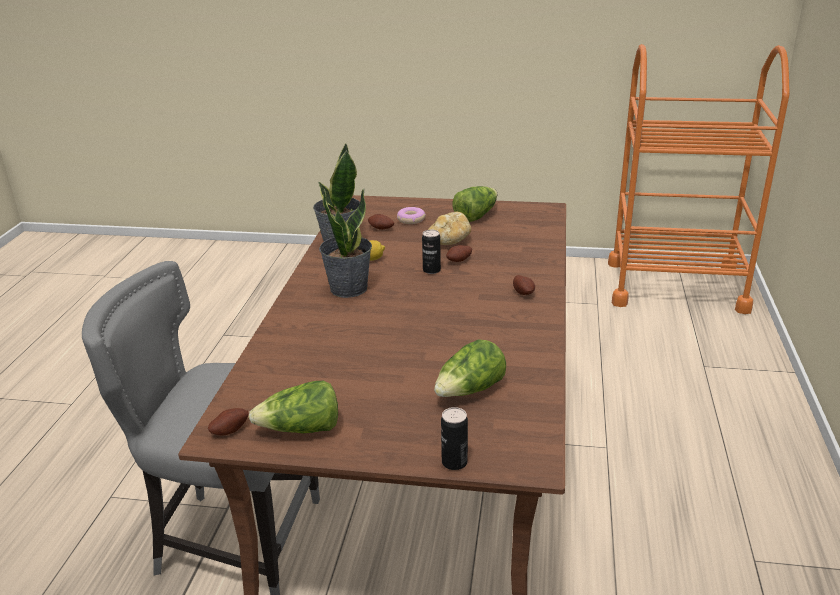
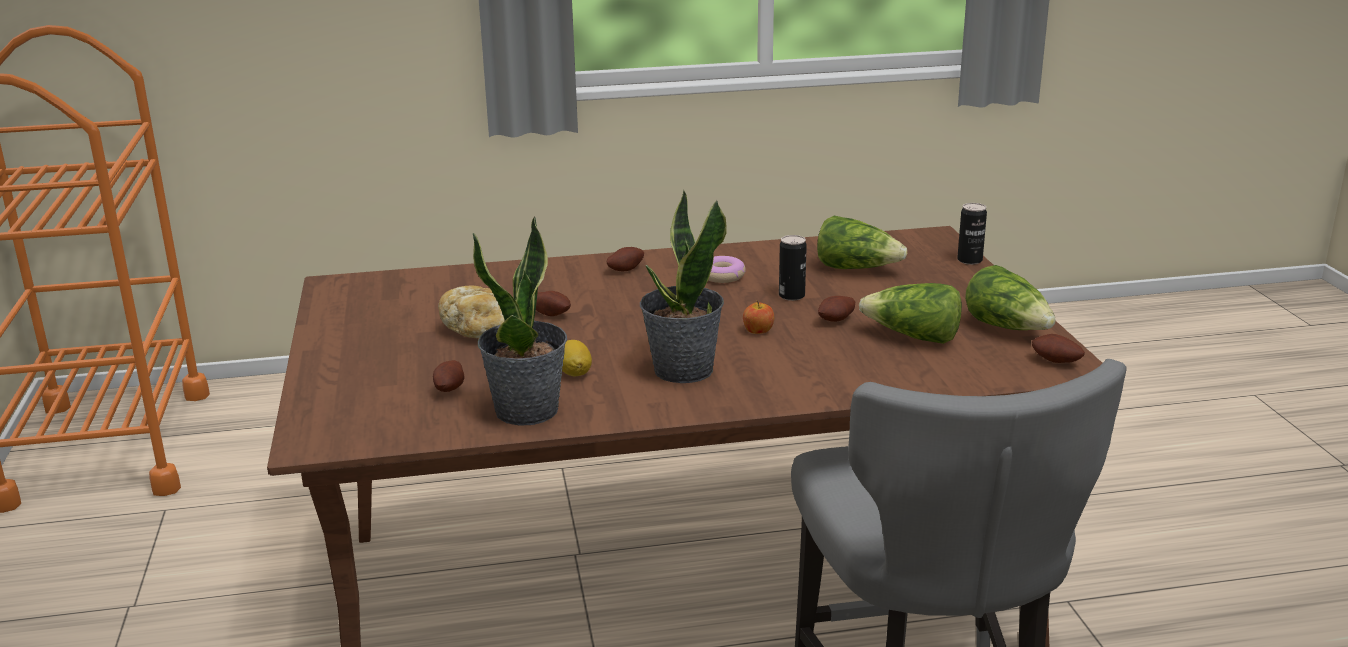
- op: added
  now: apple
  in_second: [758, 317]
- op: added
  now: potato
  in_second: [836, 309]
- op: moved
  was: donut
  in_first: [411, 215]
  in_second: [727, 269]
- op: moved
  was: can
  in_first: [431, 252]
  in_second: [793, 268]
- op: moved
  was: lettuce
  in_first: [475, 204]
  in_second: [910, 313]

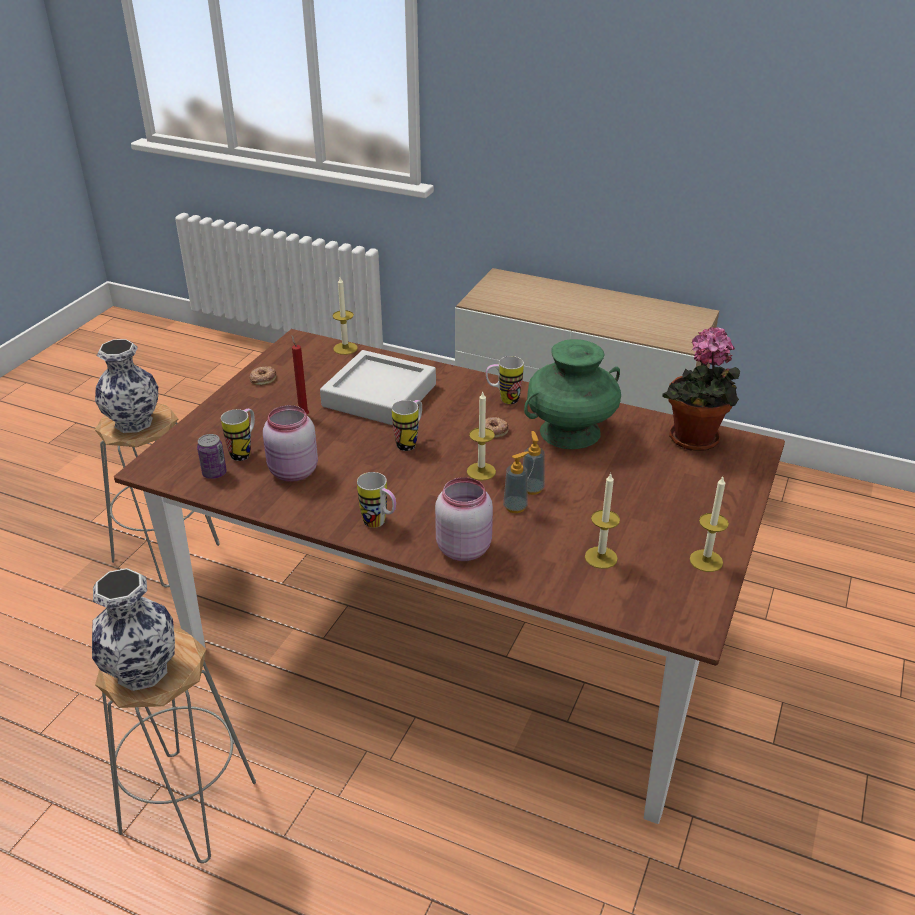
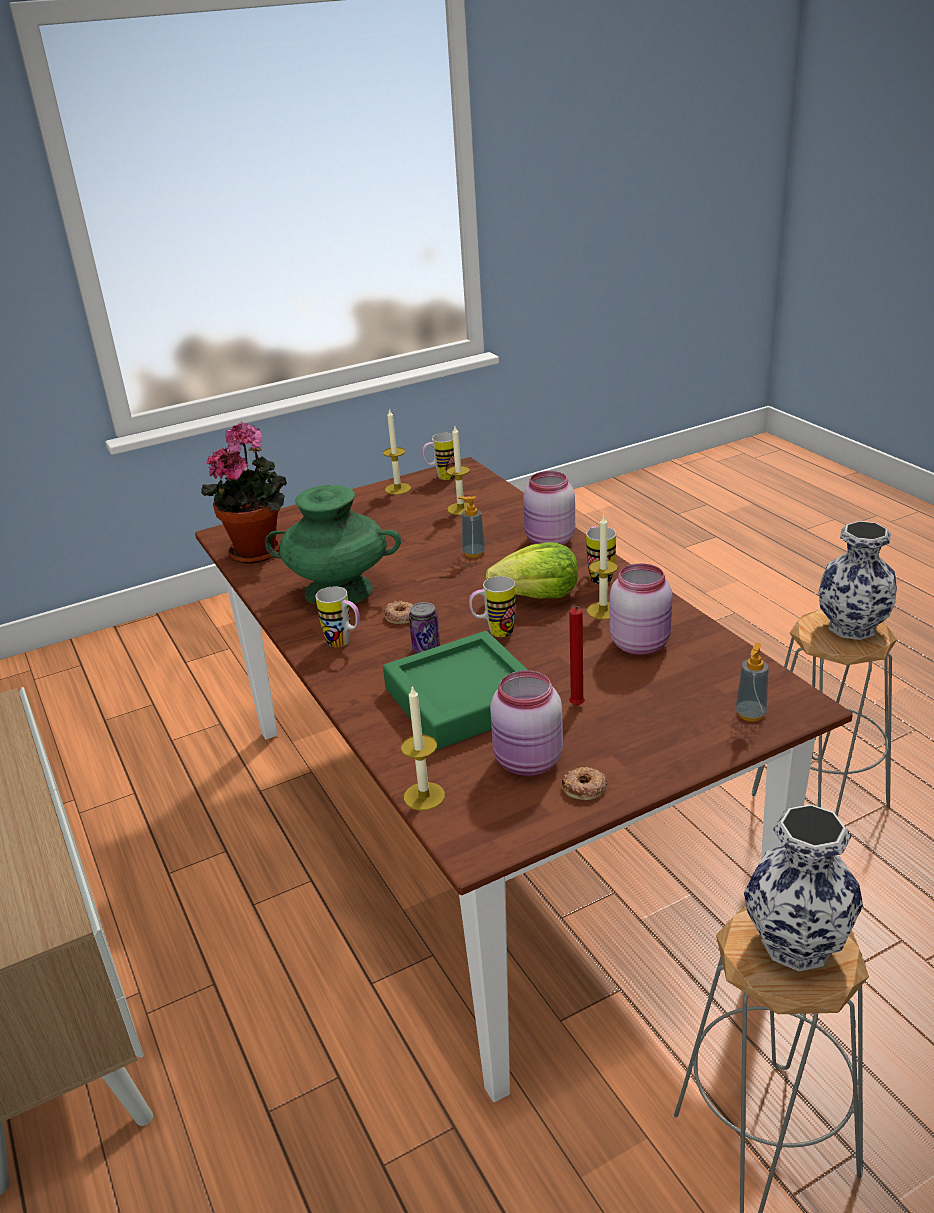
- op: added
  now: lettuce
  in_second: [532, 570]
- op: added
  now: pink jar
  in_second: [526, 723]
- op: moved
  was: can
  in_first: [212, 456]
  in_second: [424, 627]
- op: moved
  was: mug
  in_first: [238, 435]
  in_second: [438, 456]
- op: moved
  was: candle
  in_first: [481, 436]
  in_second: [602, 567]
- op: moved
  was: soap dispenser
  in_first: [534, 463]
  in_second: [752, 682]
- op: recoloured
  was: grey tray
  now: green tray
  in_first: [378, 387]
  in_second: [455, 690]

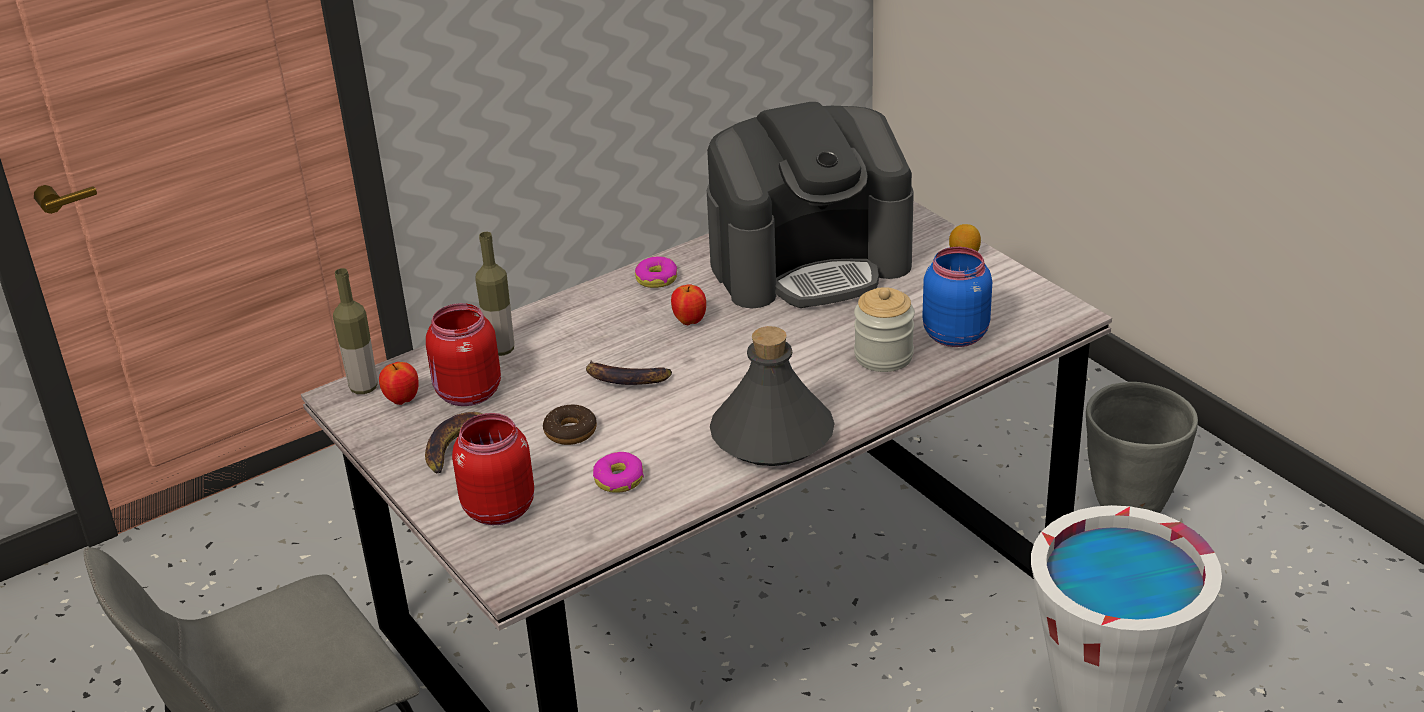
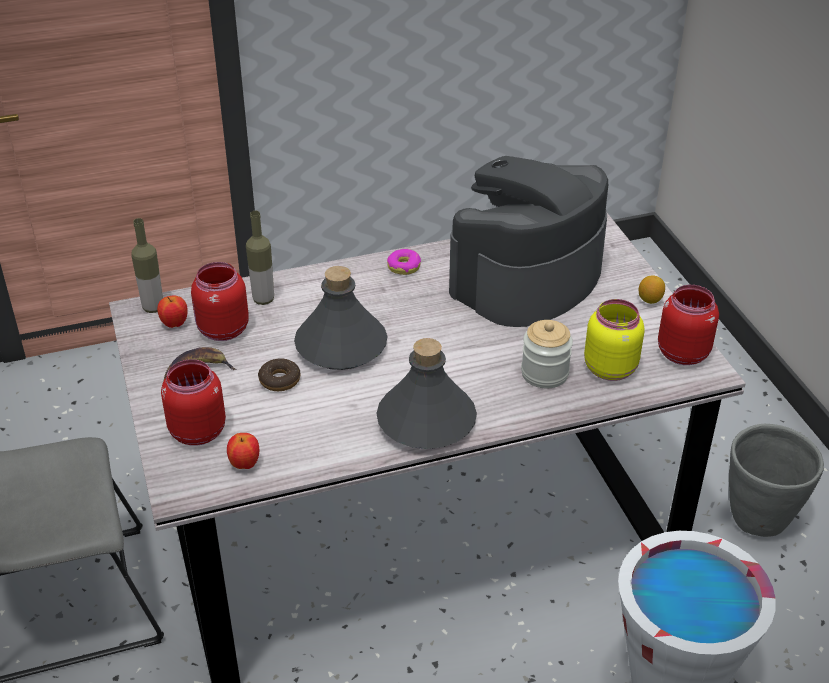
- op: removed
  was: donut
  in_first: [618, 472]
- op: added
  now: red jar
  in_second: [688, 325]
- op: moved
  was: apple
  in_first: [688, 304]
  in_second: [243, 451]
- op: replaced
  was: banana
  now: grey bottle
  in_first: [629, 372]
  in_second: [340, 318]
- op: recoloured
  was: blue jar
  now: yellow jar
  in_first: [957, 297]
  in_second: [614, 340]
- op: turned
  was: coffee machine
  in_first: [810, 205]
  in_second: [528, 241]
  clockwise: 135

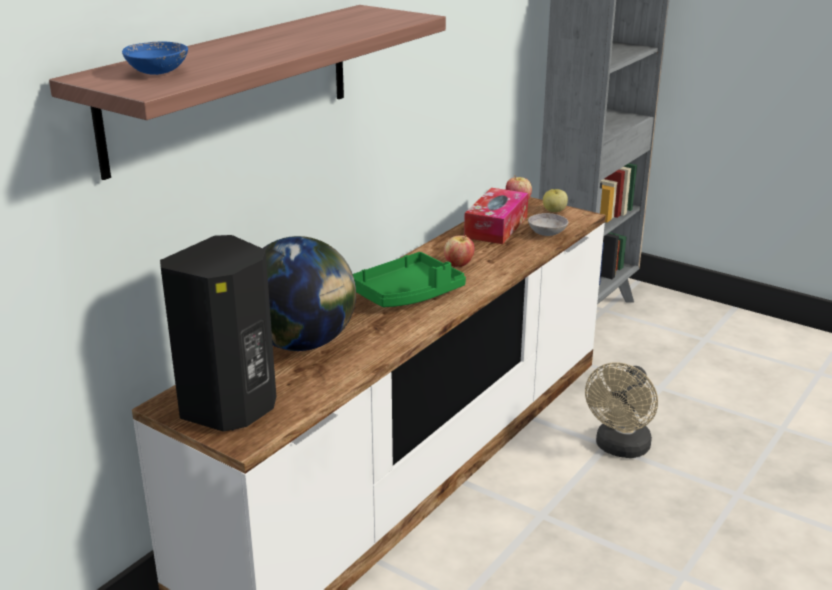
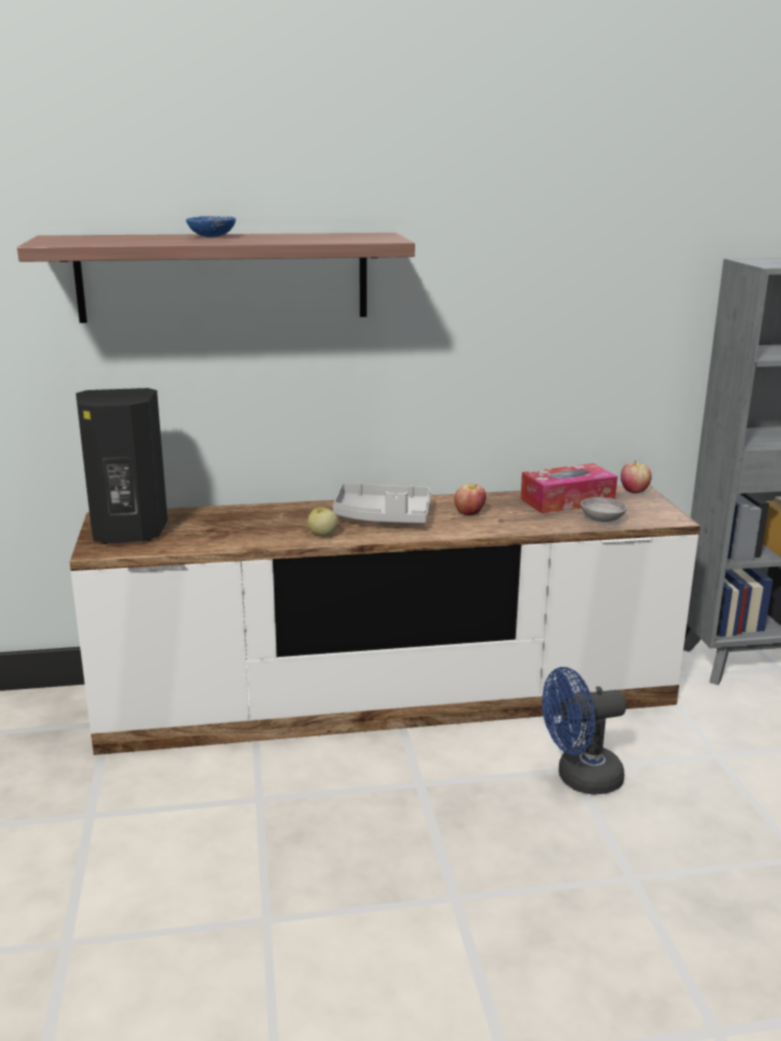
- op: removed
  was: globe
  in_first: [309, 293]
- op: moved
  was: blue bowl
  in_first: [155, 58]
  in_second: [211, 226]
- op: moved
  was: apple
  in_first: [555, 200]
  in_second: [322, 522]
- op: recoloured
  was: green tray
  now: grey tray
  in_first: [409, 279]
  in_second: [382, 503]
- op: recoloured
  was: beige fan
  now: blue fan
  in_first: [621, 410]
  in_second: [584, 731]

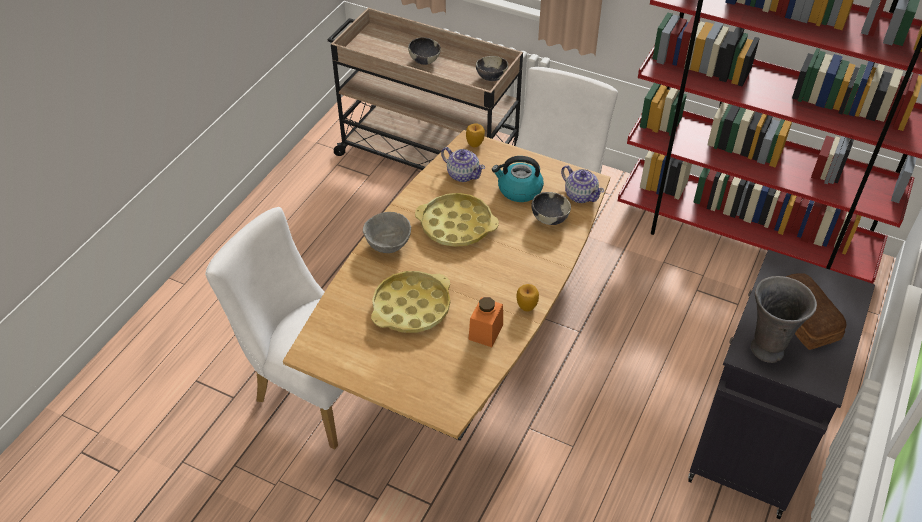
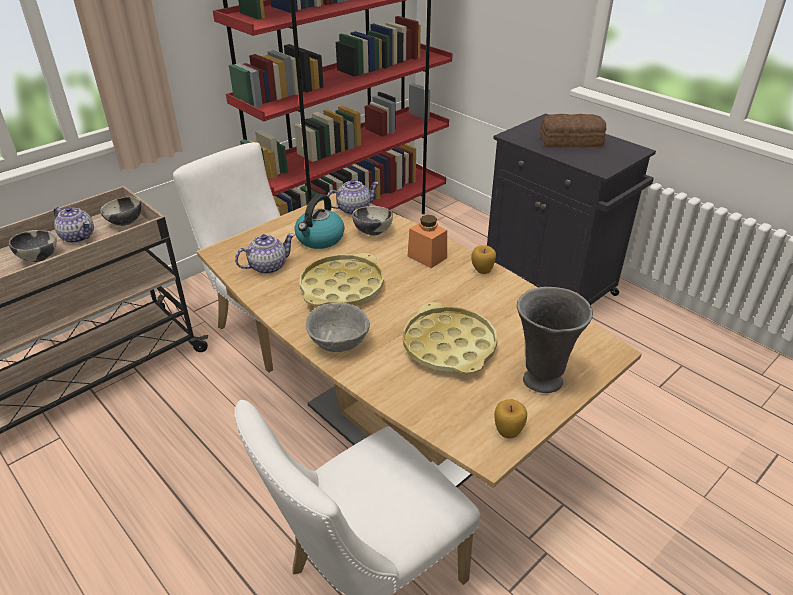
- op: added
  now: teapot
  in_second: [73, 225]
- op: moved
  was: apple
  in_first: [475, 135]
  in_second: [510, 418]
- op: moved
  was: orange jar
  in_first: [485, 322]
  in_second: [427, 241]
- op: moved
  was: grey vase
  in_first: [784, 319]
  in_second: [555, 340]

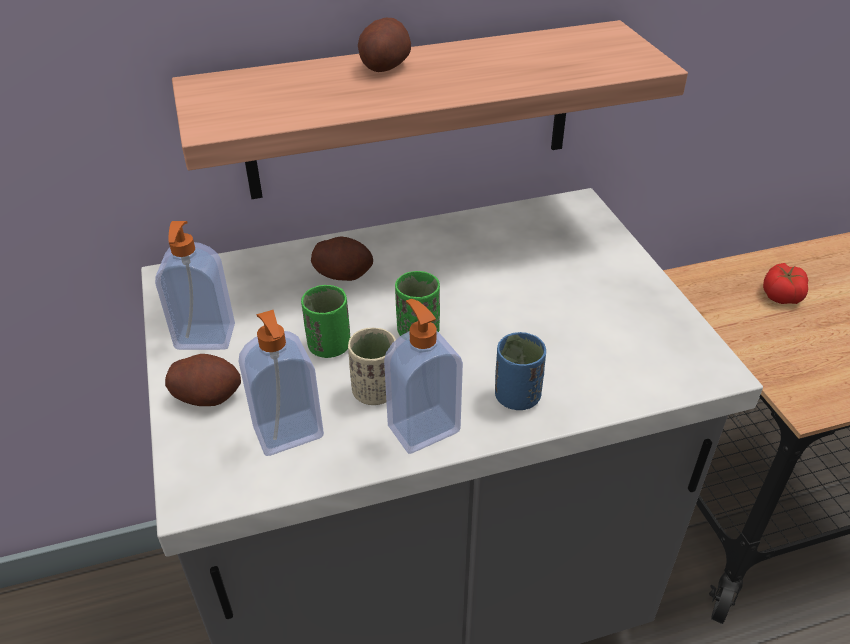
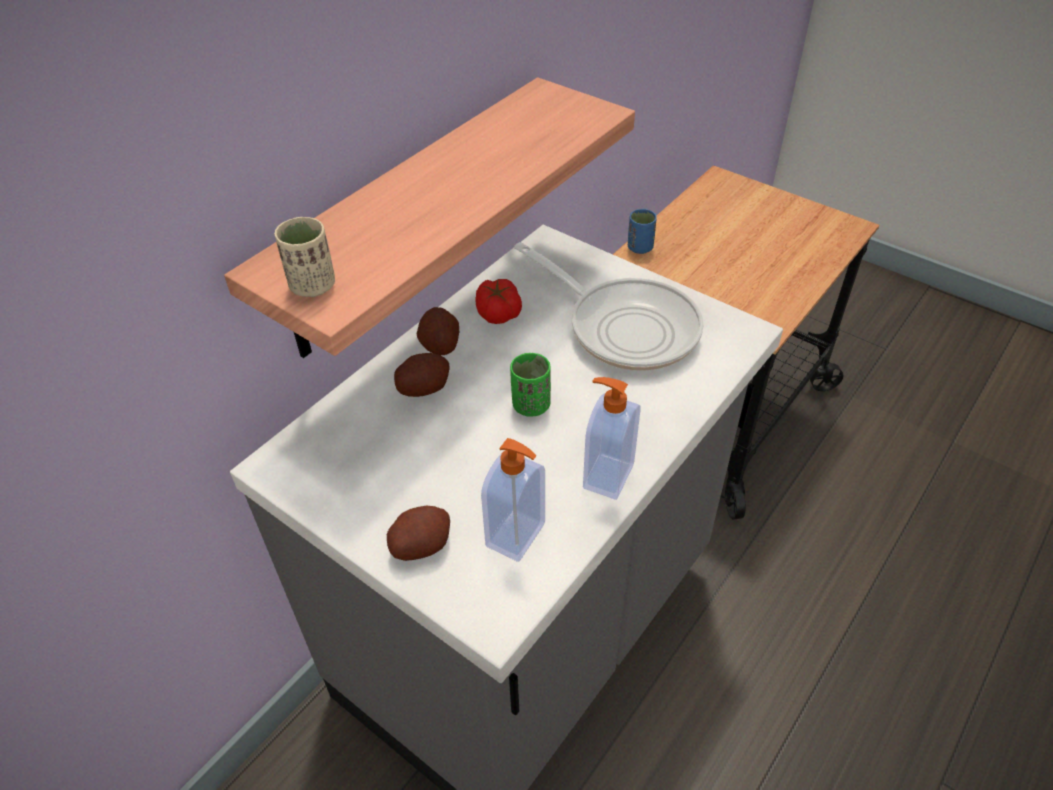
- op: removed
  was: soap dispenser
  in_first: [195, 285]
- op: removed
  was: green cup
  in_first: [325, 321]
- op: added
  now: frying pan
  in_second: [608, 306]
- op: moved
  was: beige cup
  in_first: [372, 366]
  in_second: [305, 257]
- op: moved
  was: potato
  in_first: [384, 45]
  in_second: [438, 331]
- op: moved
  was: blue cup
  in_first: [520, 371]
  in_second: [642, 231]
- op: moved
  was: tomato
  in_first: [785, 283]
  in_second: [498, 301]

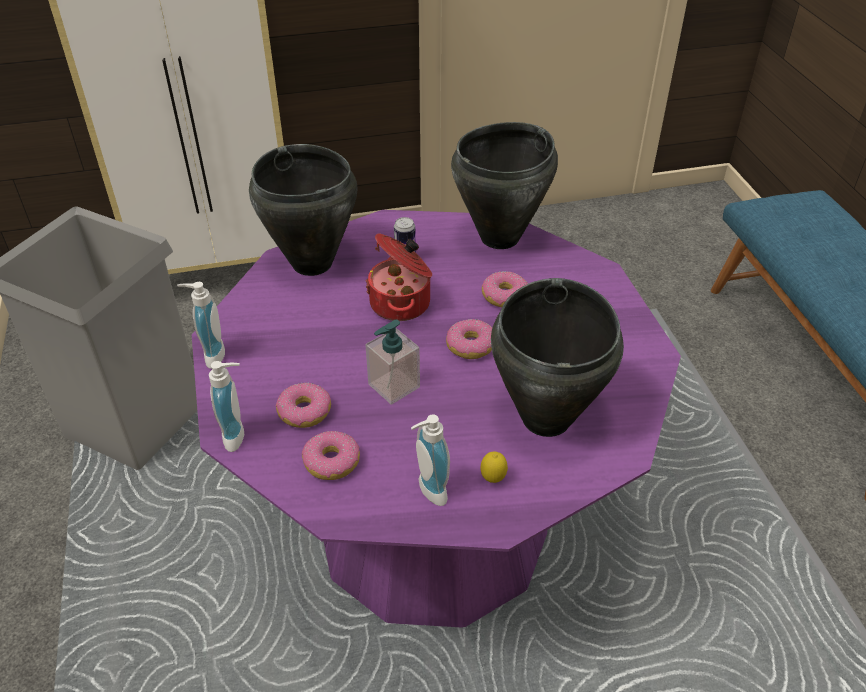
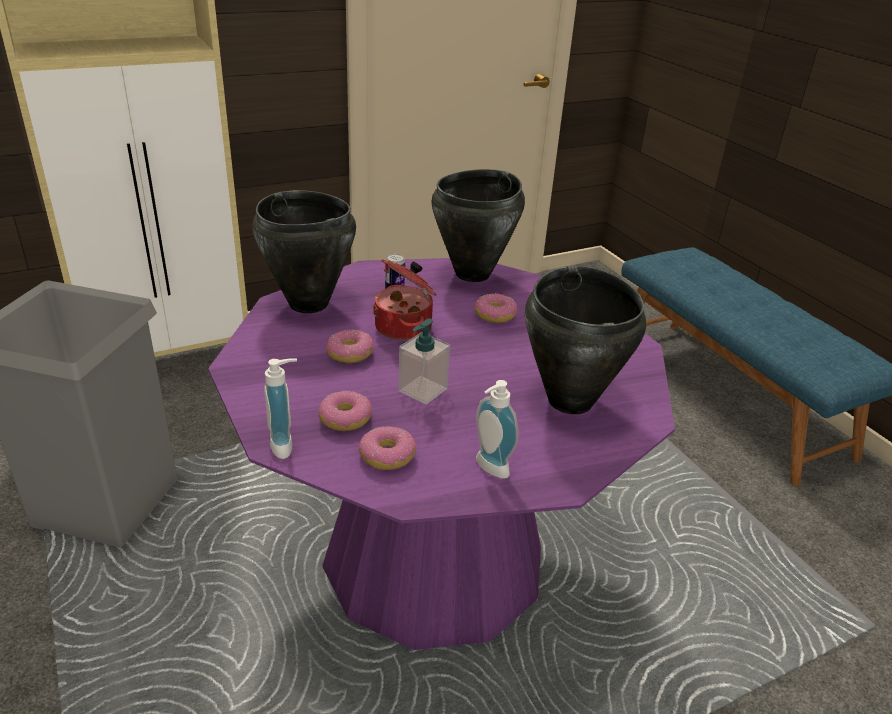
- op: removed
  was: soap dispenser
  in_first: [201, 325]
- op: removed
  was: lemon
  in_first: [494, 467]
- op: moved
  was: donut
  in_first: [469, 339]
  in_second: [349, 346]

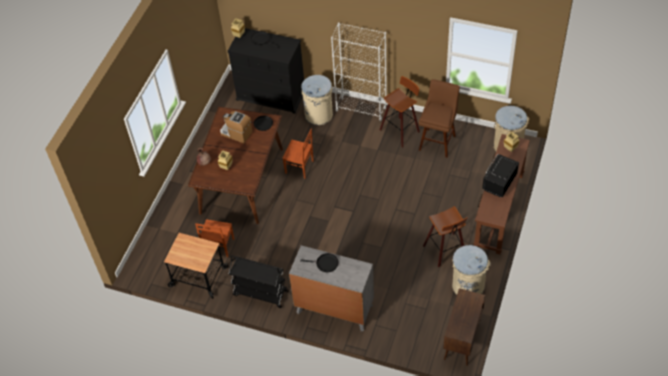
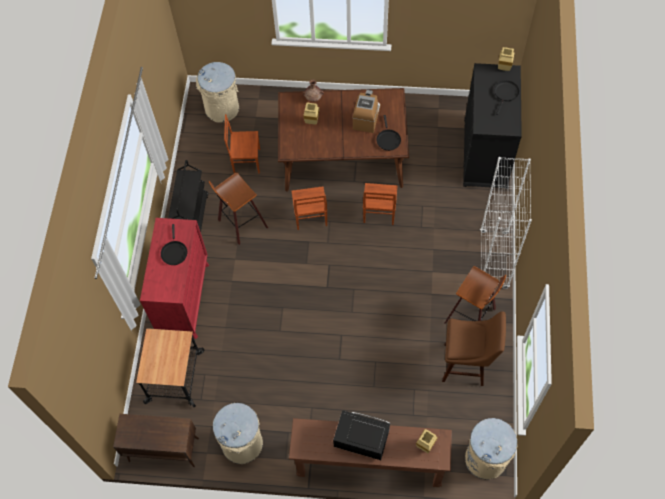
- op: added
  now: brown chair
  in_second: [309, 208]
- op: moved
  was: cart
  in_first: [196, 266]
  in_second: [170, 367]
- op: moved
  was: beige trash can
  in_first: [317, 100]
  in_second: [217, 92]
- op: moved
  was: stool
  in_first: [445, 236]
  in_second: [238, 208]
- op: recoloured
  was: grey dresser
  now: red dresser
  in_first: [331, 288]
  in_second: [174, 278]

